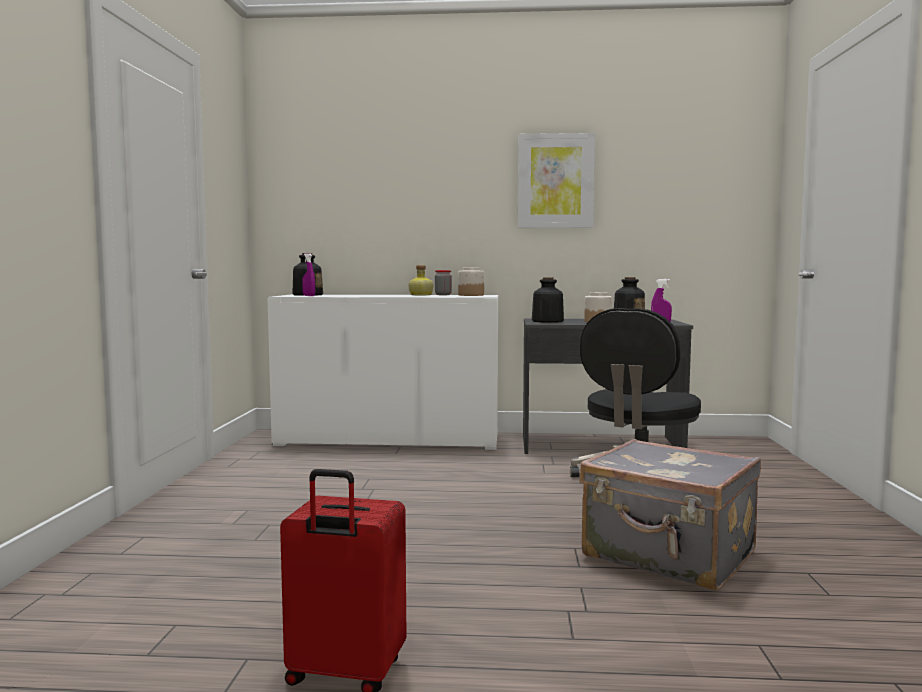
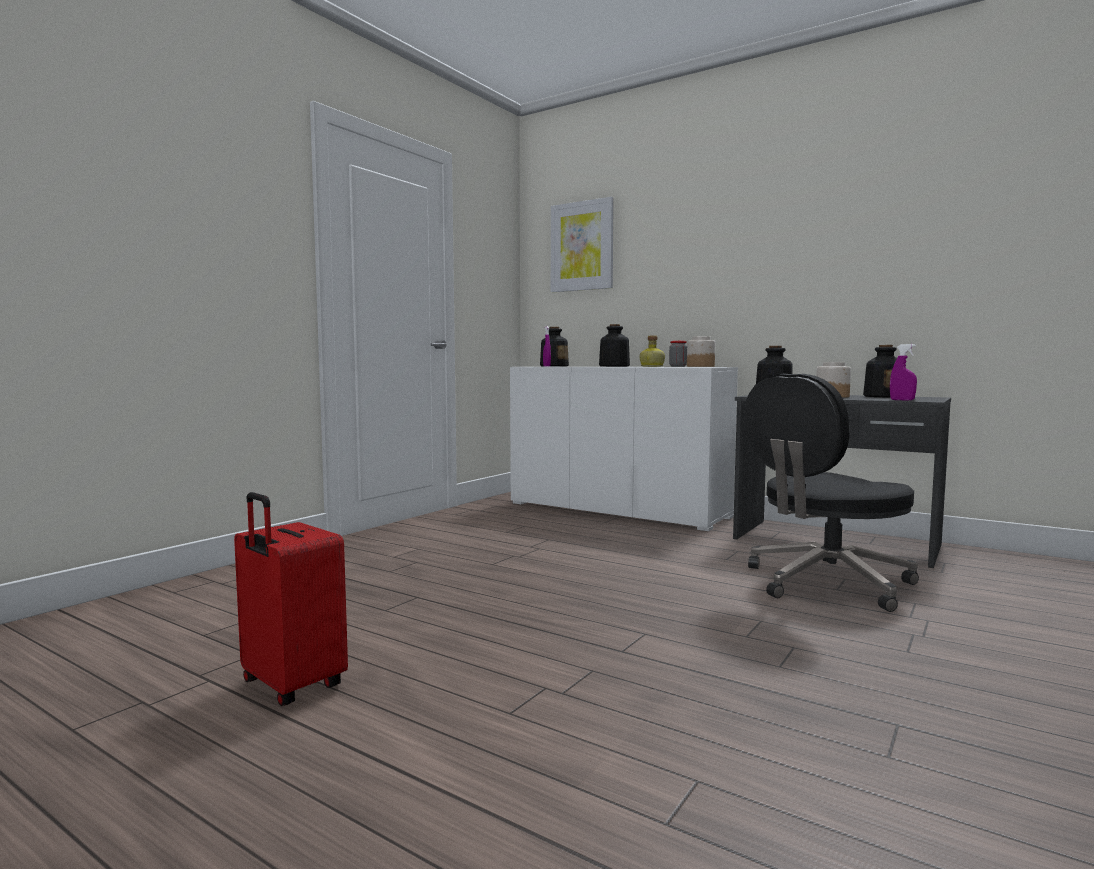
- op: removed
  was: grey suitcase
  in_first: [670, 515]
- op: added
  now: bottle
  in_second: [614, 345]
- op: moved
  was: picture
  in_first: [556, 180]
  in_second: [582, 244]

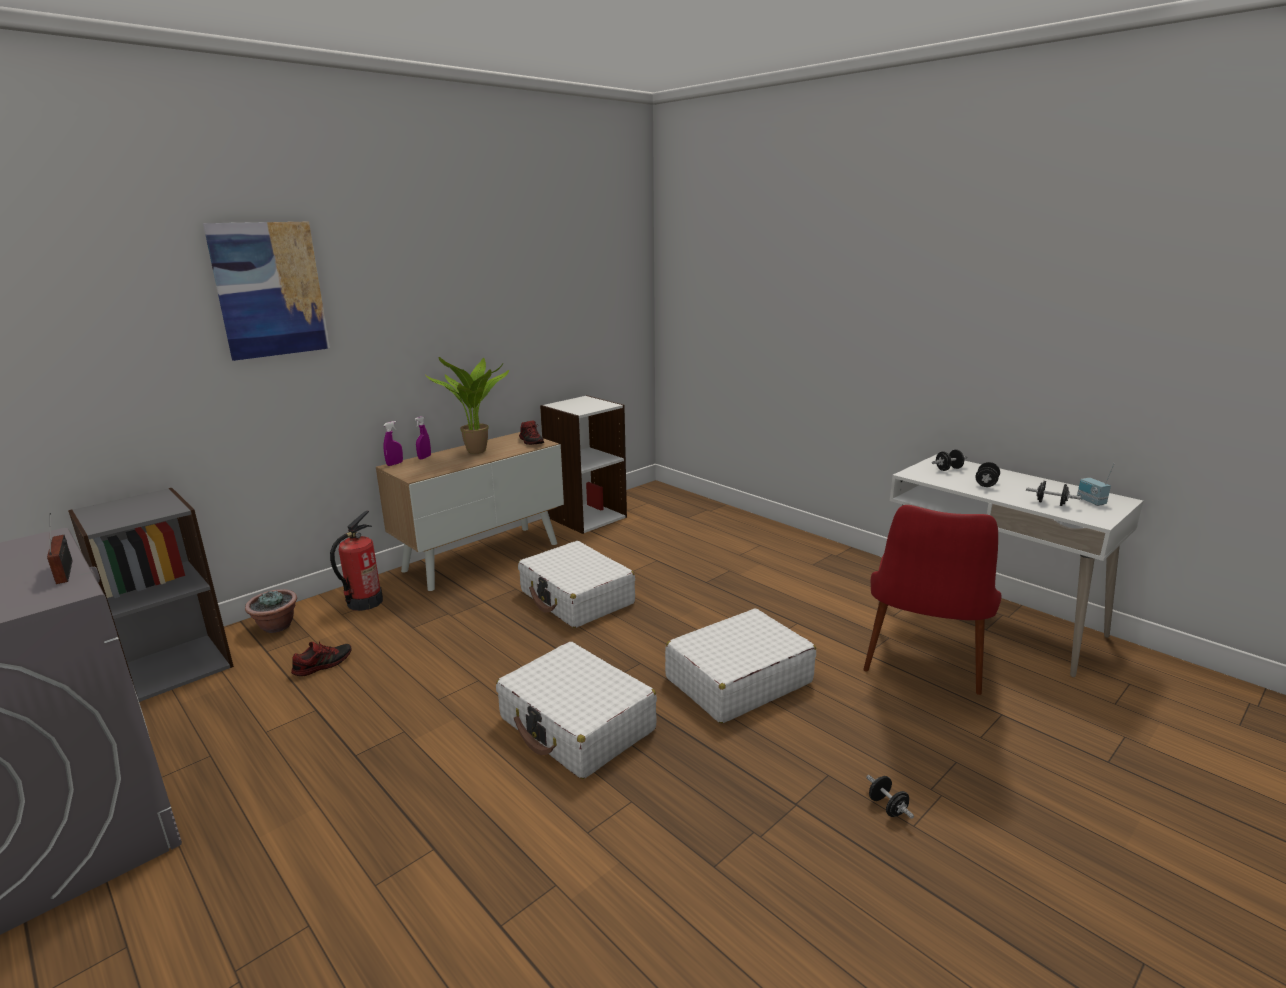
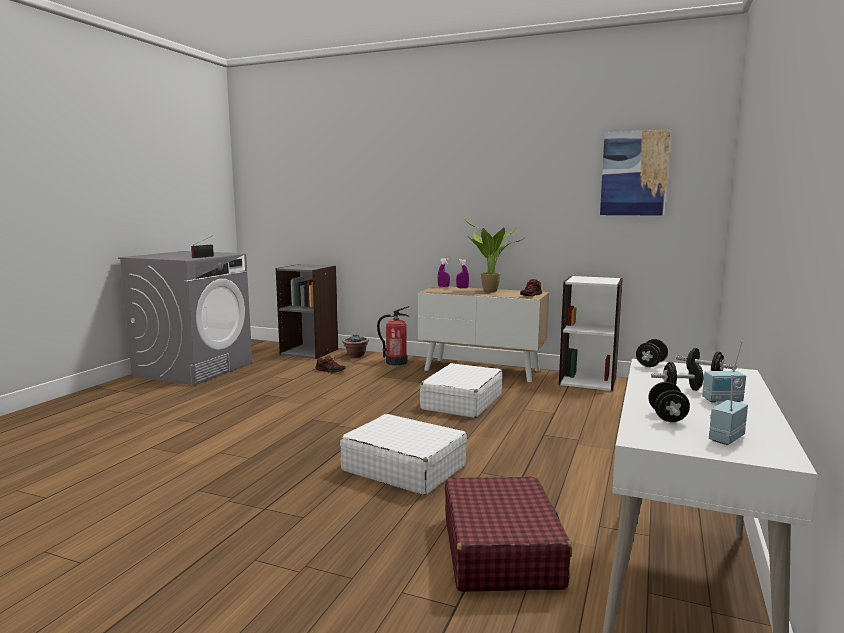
- op: removed
  was: white suitcase
  in_first: [576, 710]
- op: added
  now: radio
  in_second: [724, 371]
- op: moved
  was: picture
  in_first: [266, 291]
  in_second: [635, 172]
- op: moved
  was: black dumbbell
  in_first: [890, 797]
  in_second: [652, 353]
- op: replaced
  was: red chair
  now: red suitcase
  in_first: [932, 600]
  in_second: [508, 534]

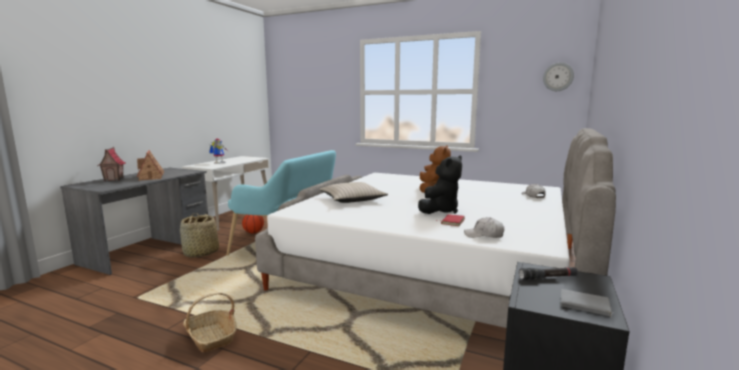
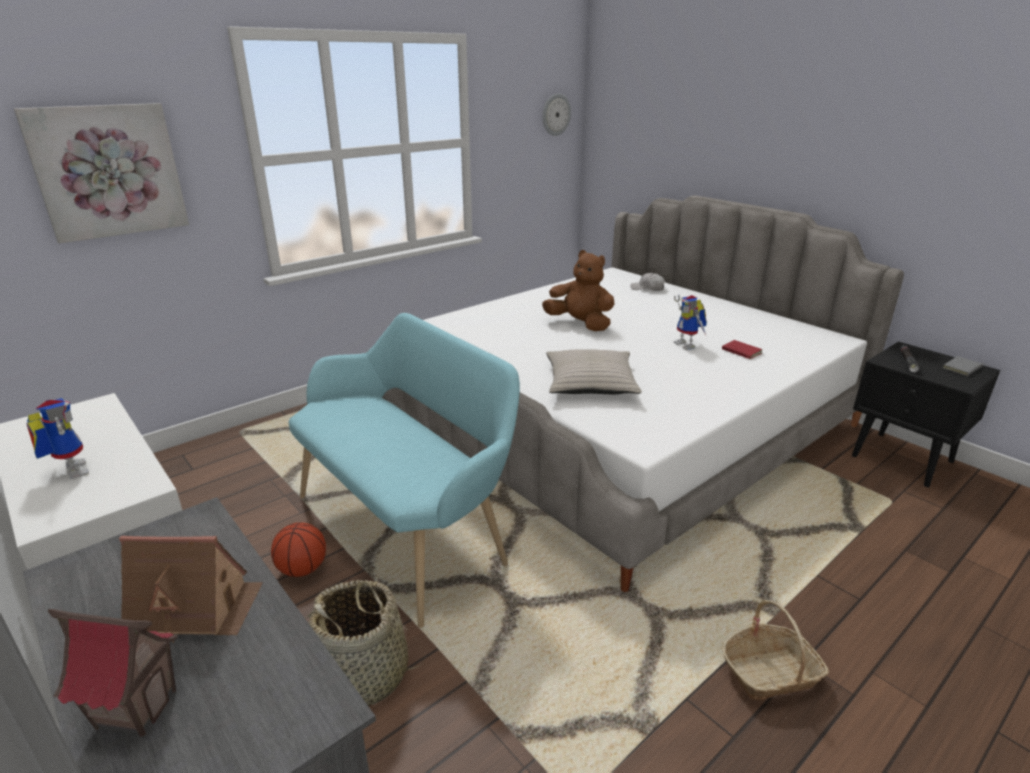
- op: removed
  was: white cap
  in_first: [484, 227]
- op: added
  now: picture
  in_second: [101, 173]
- op: replaced
  was: black plush toy
  now: toy robot
  in_first: [440, 184]
  in_second: [690, 322]

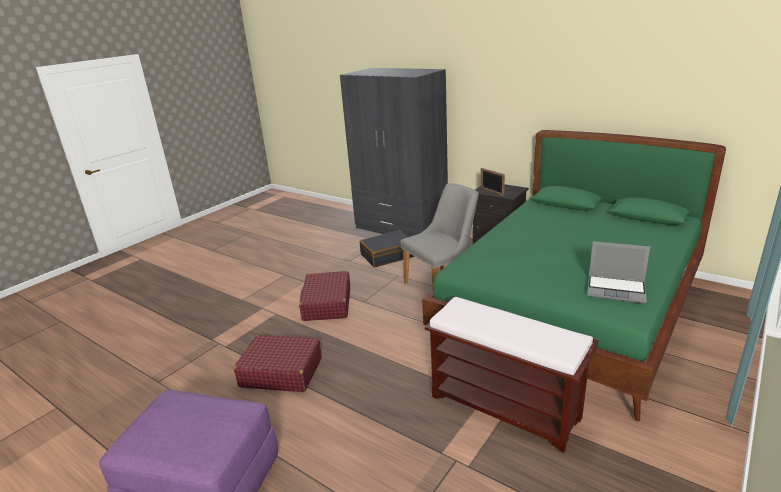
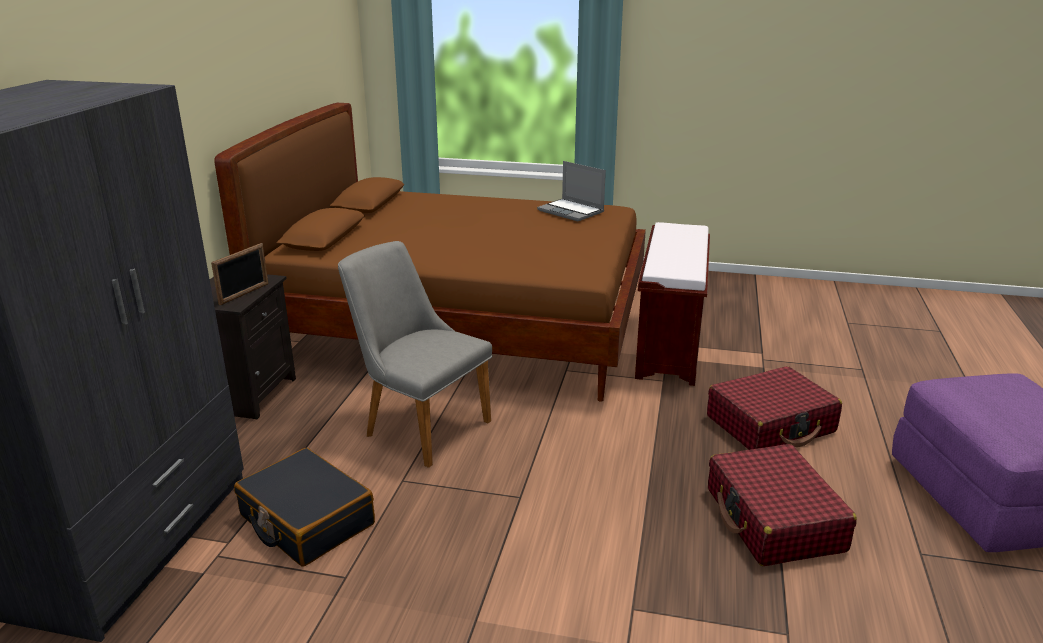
- op: moved
  was: red suitcase
  in_first: [324, 296]
  in_second: [774, 408]
- op: recoloured
  was: green bed
  now: brown bed
  in_first: [574, 275]
  in_second: [430, 252]
- op: turned
  was: laptop
  in_first: [618, 272]
  in_second: [571, 191]
  clockwise: 135

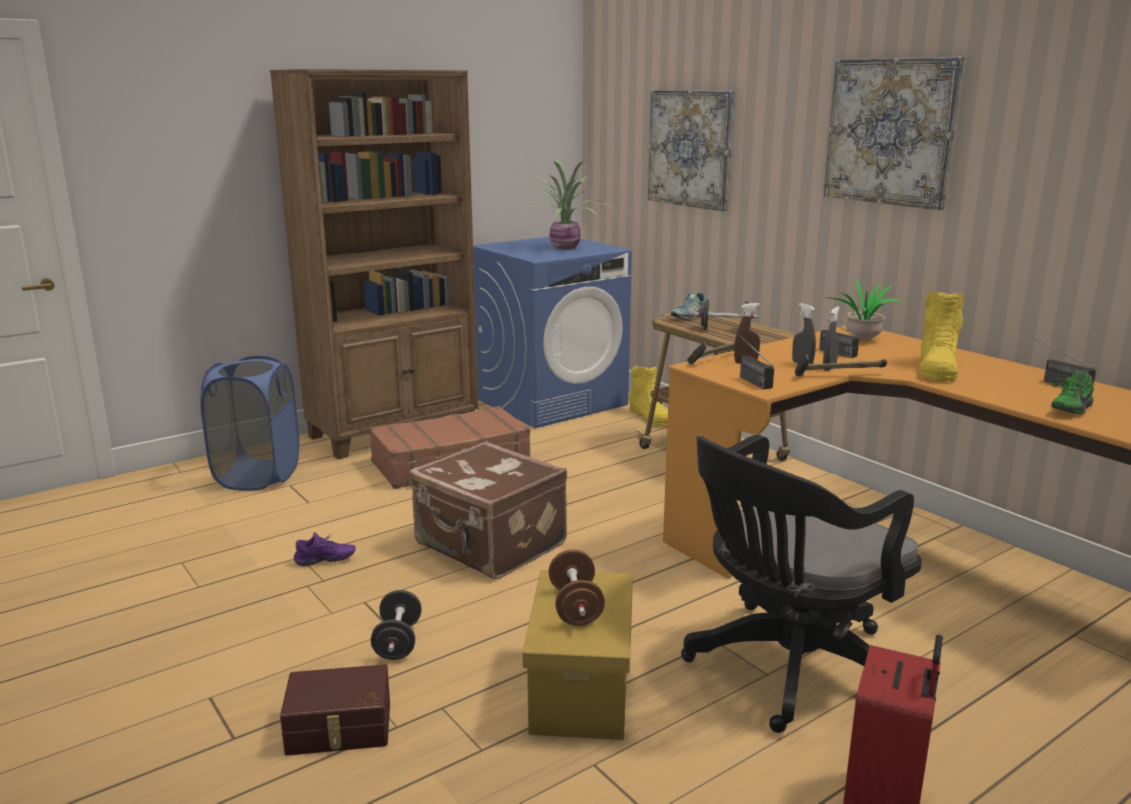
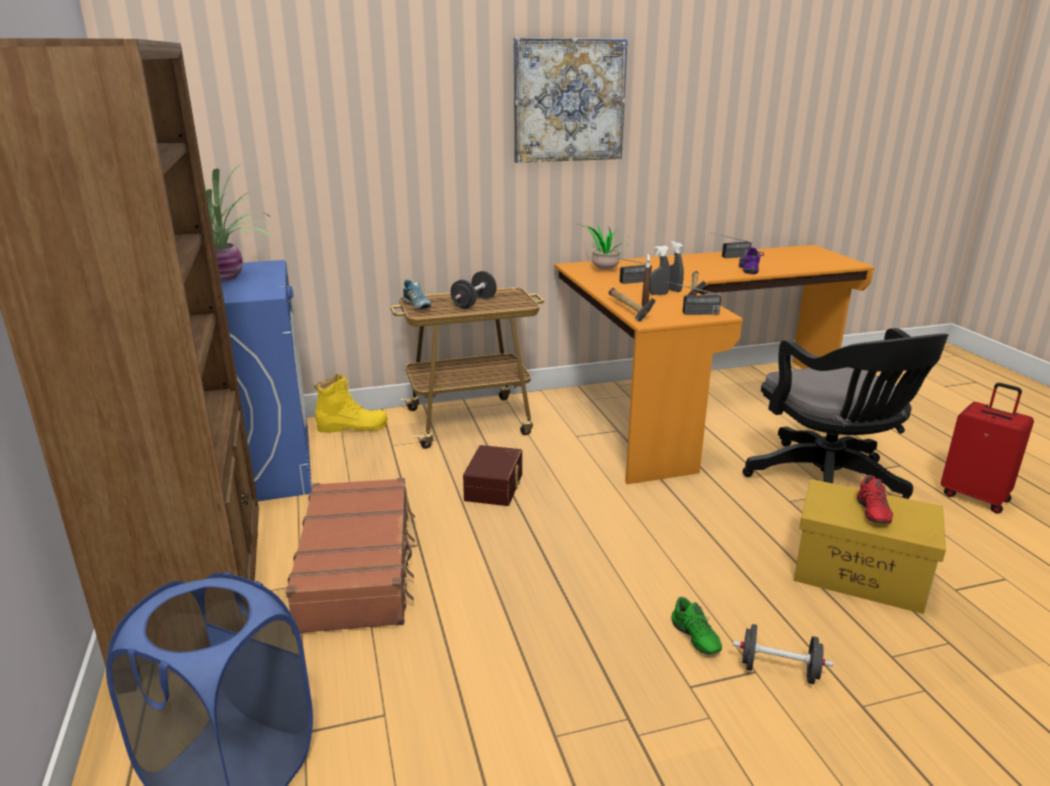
- op: removed
  was: brown suitcase
  in_first: [488, 510]
- op: removed
  was: picture
  in_first: [691, 150]
- op: removed
  was: yellow boot
  in_first: [942, 336]
- op: moved
  was: brown storage box
  in_first: [335, 710]
  in_second: [492, 475]
- op: moved
  was: purple shoe
  in_first: [325, 549]
  in_second: [751, 260]
- op: moved
  was: green shoe
  in_first: [1072, 392]
  in_second: [697, 625]
- op: replaced
  was: brown dumbbell
  now: red shoe
  in_first: [576, 587]
  in_second: [875, 499]

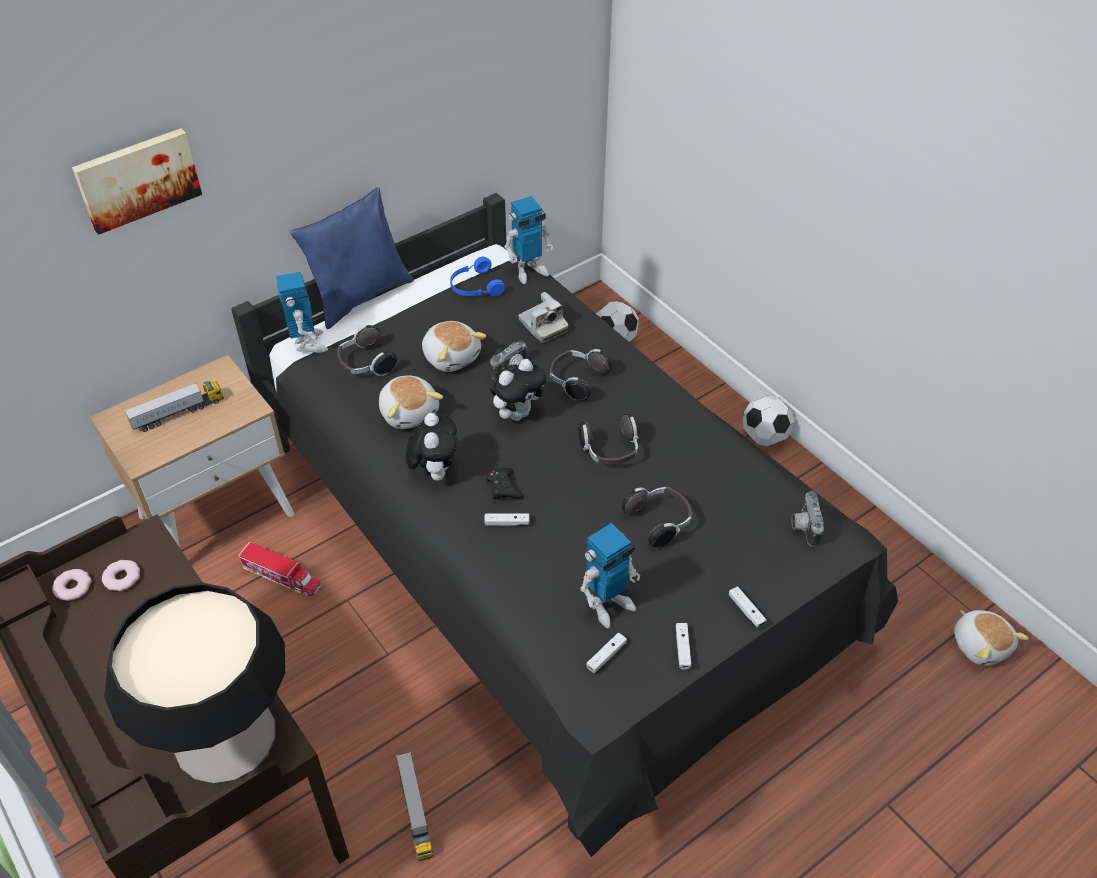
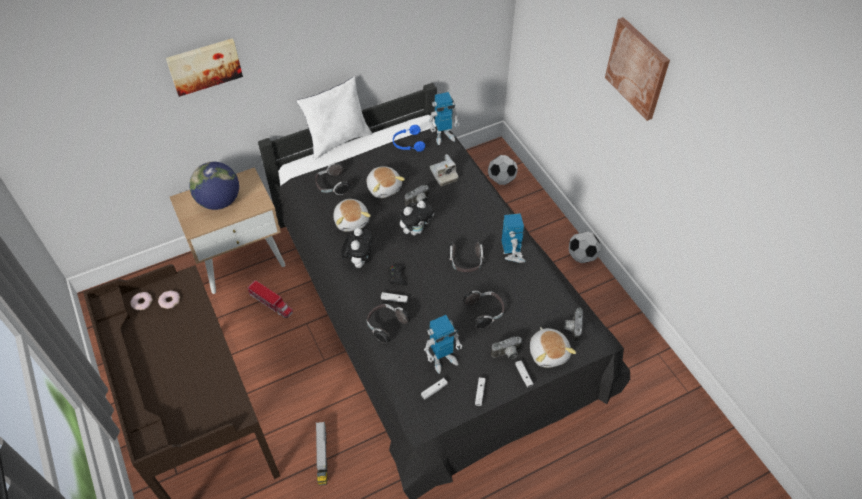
- op: removed
  was: table lamp
  in_first: [194, 684]
- op: added
  now: photo camera
  in_second: [506, 348]
- op: added
  now: picture
  in_second: [637, 69]
- op: moved
  was: toy robot
  in_first: [302, 312]
  in_second: [514, 238]
- op: moved
  was: headphones
  in_first: [581, 375]
  in_second: [388, 324]
- op: moved
  was: plush toy
  in_first: [991, 638]
  in_second: [553, 347]
- op: replaced
  was: toy truck
  now: globe
  in_first: [174, 406]
  in_second: [214, 186]
- op: recoloured
  was: blue pillow
  now: white pillow
  in_first: [352, 258]
  in_second: [334, 118]

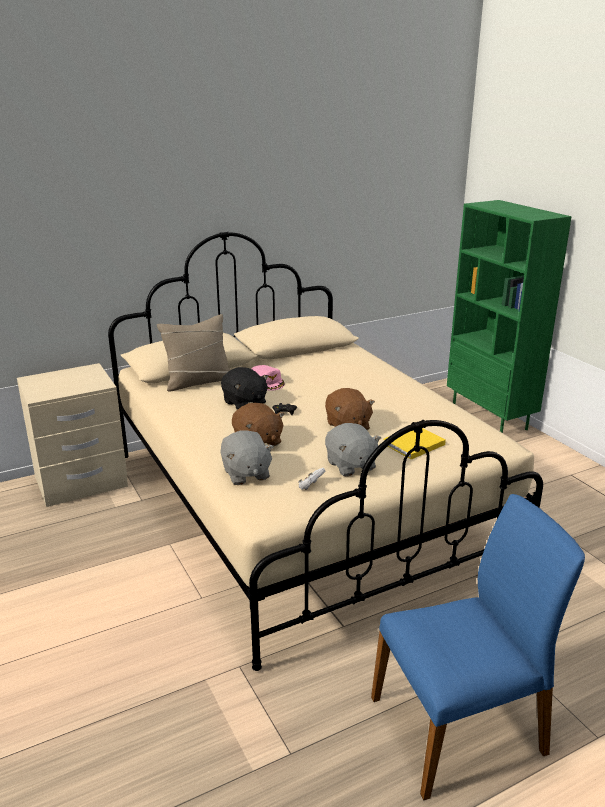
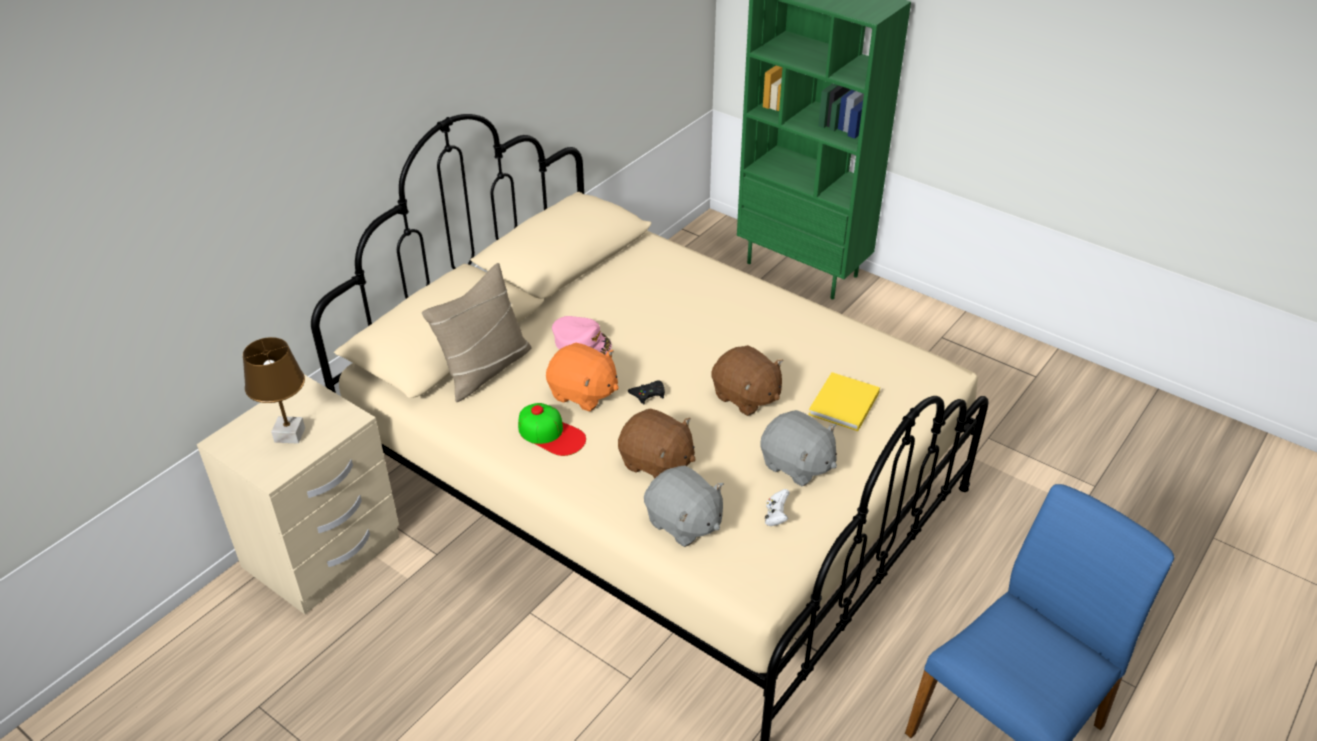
- op: added
  now: brown table lamp
  in_second: [274, 390]
- op: added
  now: cap
  in_second: [552, 429]
- op: recoloured
  was: black plush toy
  now: orange plush toy
  in_first: [245, 388]
  in_second: [582, 377]

